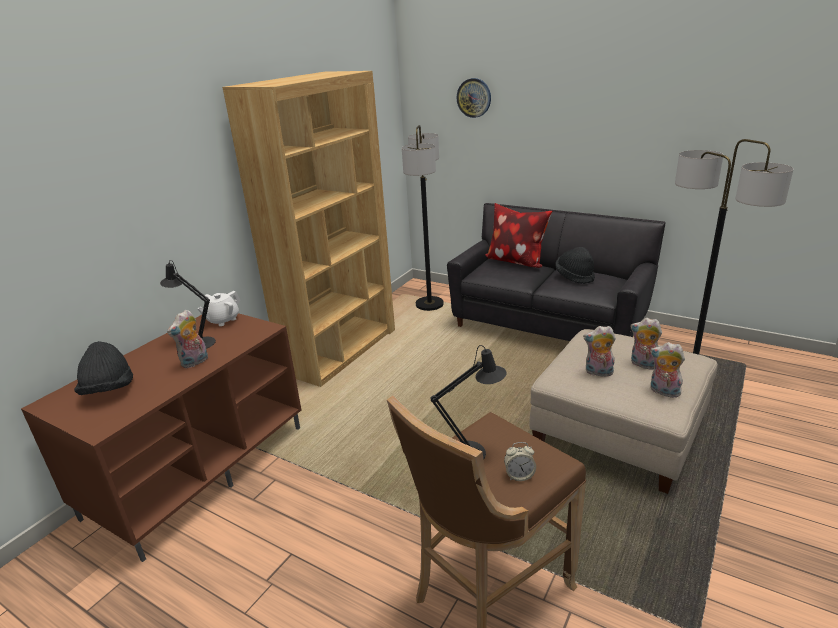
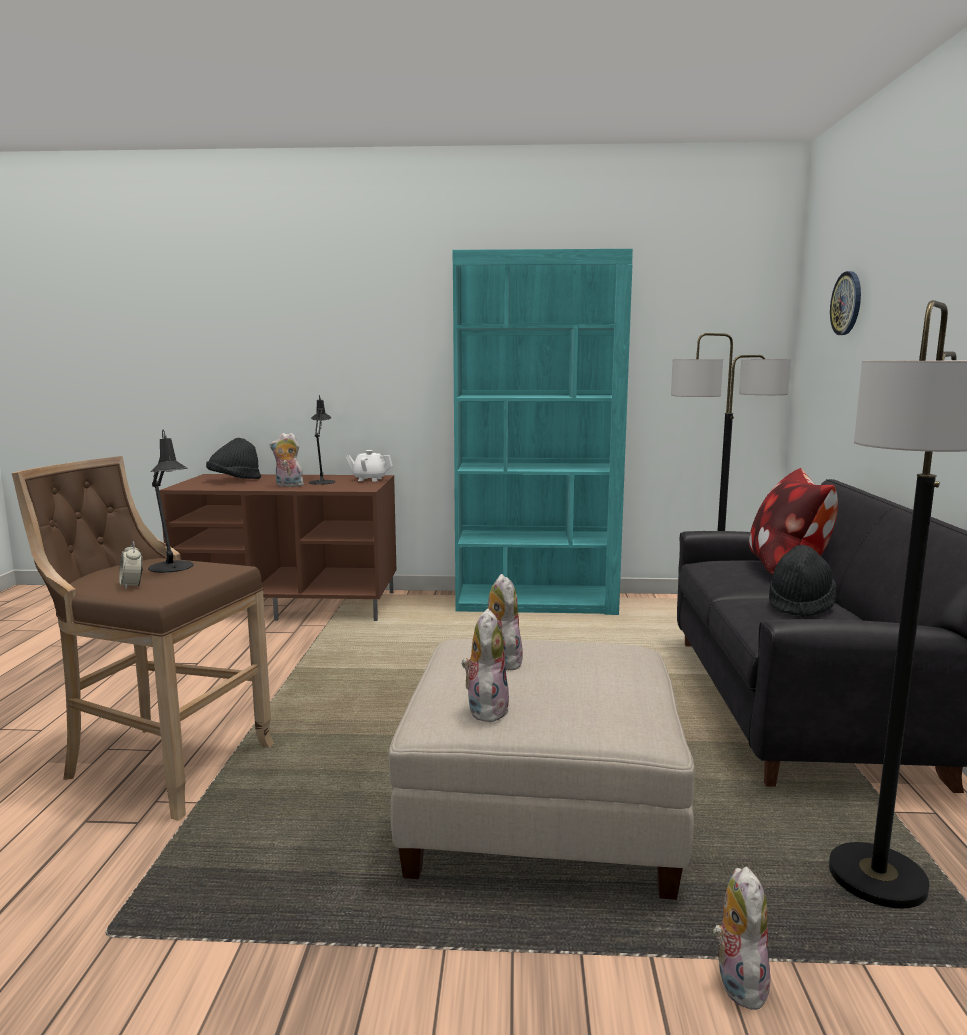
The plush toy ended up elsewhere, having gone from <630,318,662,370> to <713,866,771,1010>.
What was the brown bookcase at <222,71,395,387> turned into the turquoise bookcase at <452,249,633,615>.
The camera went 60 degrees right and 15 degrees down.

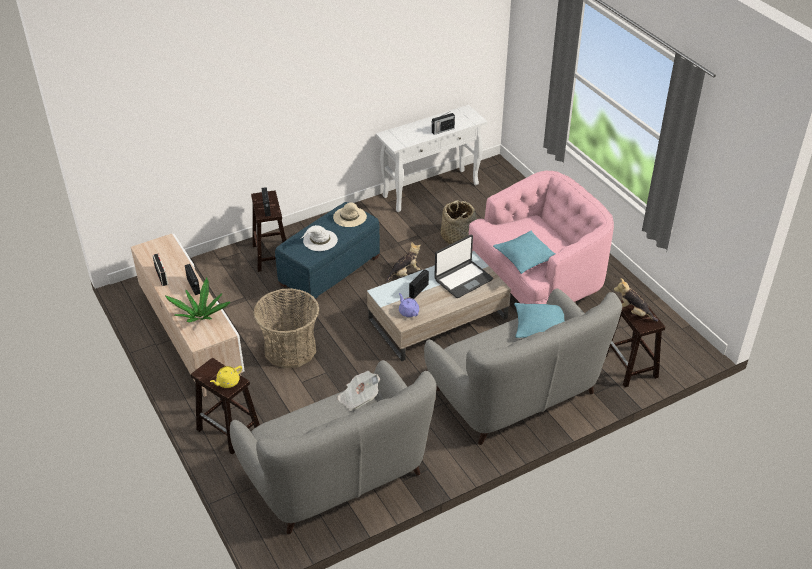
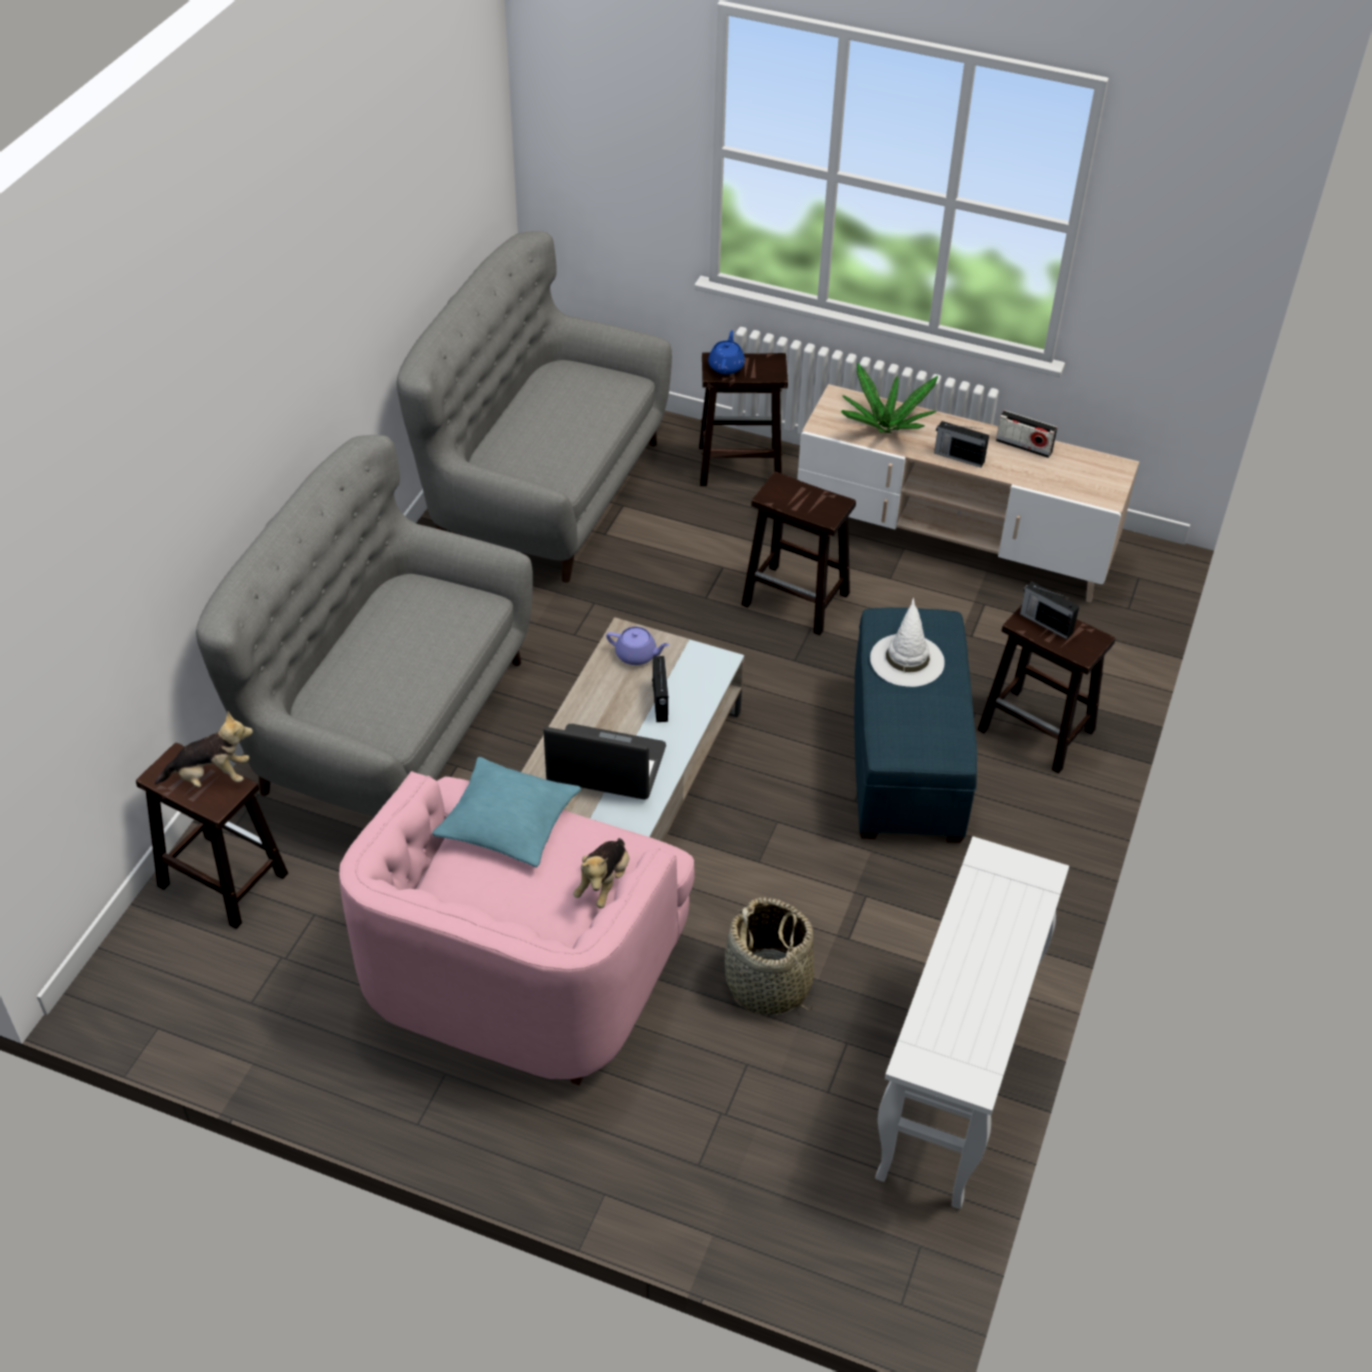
The second view lost the beige hat at <333,203,367,227>.
The second view lost the newspaper at <338,371,380,411>.
The second view lost the radio at <432,112,455,135>.
The second view lost the turquoise pillow at <514,303,564,338>.
The plush toy ended up elsewhere, having gone from <386,242,420,282> to <573,838,629,908>.
Where the basket stood at <253,289,319,368>, the brown stool came to stand at <741,472,856,635>.
What was the yellow teapot at <210,366,242,388> turned into the blue teapot at <708,330,745,375>.
The laptop at <434,234,493,298> ended up facing another way, 90 degrees clockwise from before.
The camera went 140 degrees right and 5 degrees up.

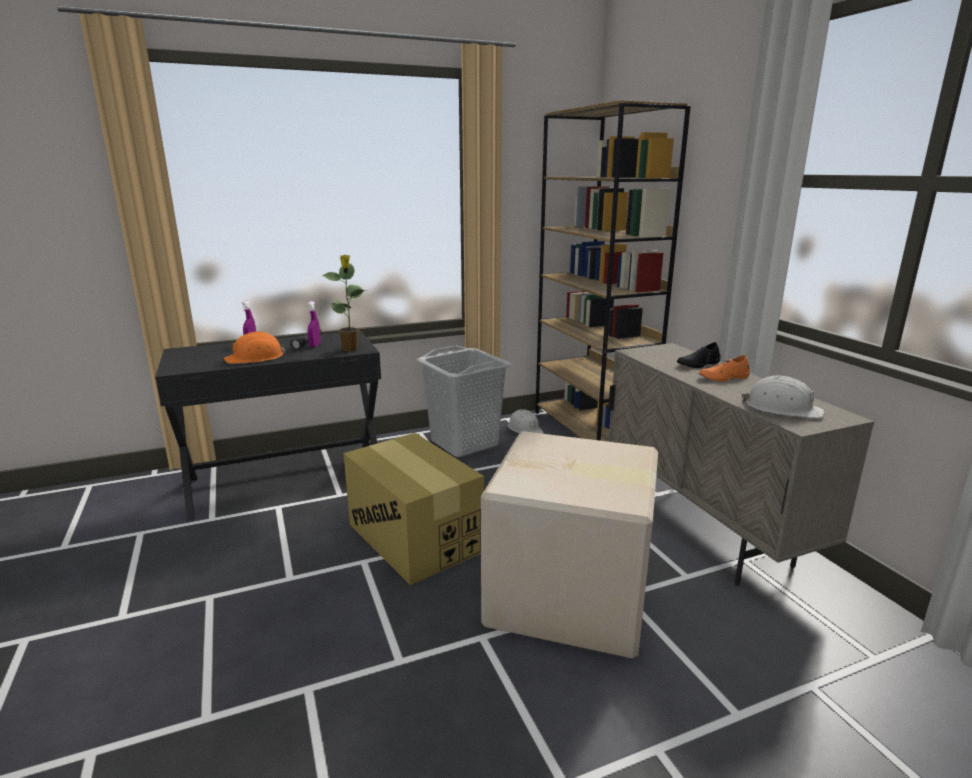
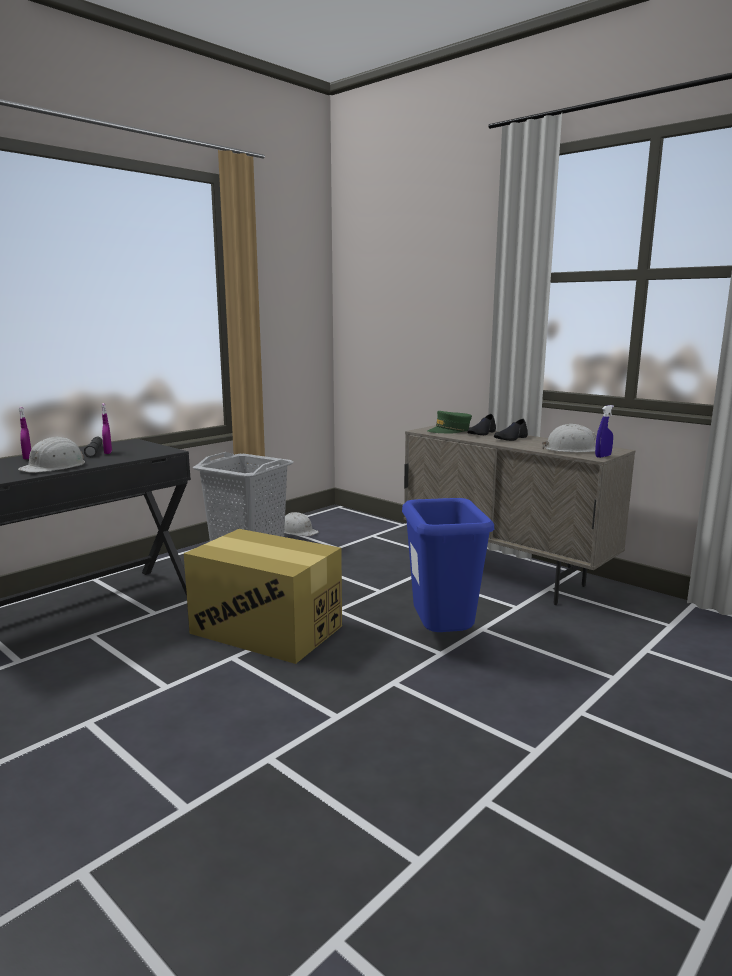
The second view lost the potted plant at <322,255,367,351>.
The second view lost the brown bookcase at <535,100,691,442>.
The second view gained the green cap at <428,411,472,433>.
The second view gained the blue spray bottle at <595,405,614,458>.
Where the cardboard box stood at <481,431,658,659>, the blue trash can came to stand at <402,498,494,632>.
What was the orange hard hat at <224,331,285,364> turned into the white hard hat at <18,437,85,473>.
What was the orange shoe at <699,355,750,382> turned into the black shoe at <494,419,528,441>.
The camera went 25 degrees left and 5 degrees down.

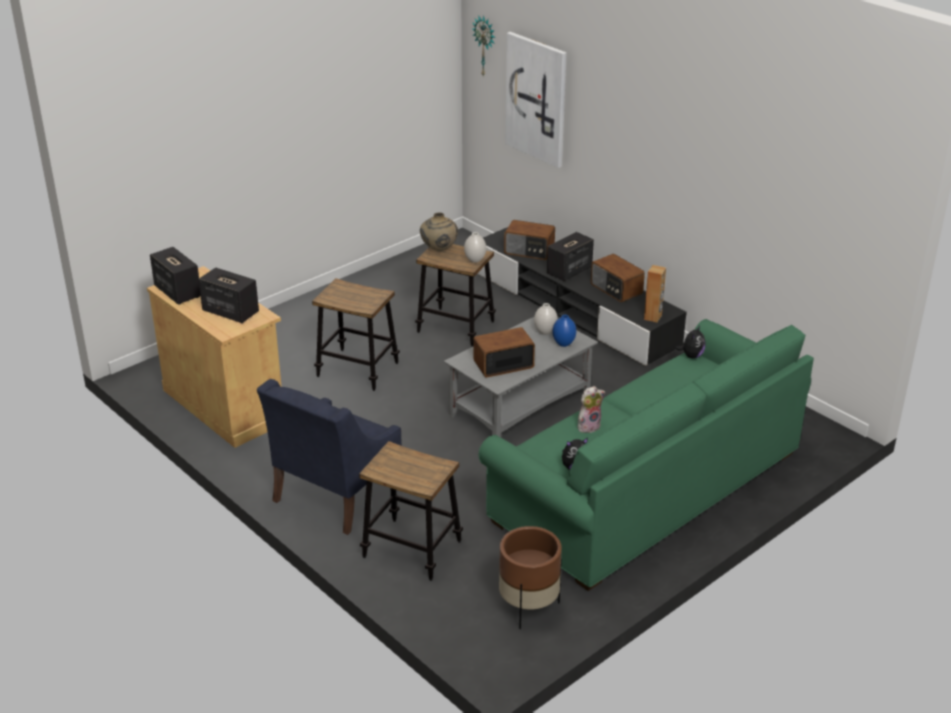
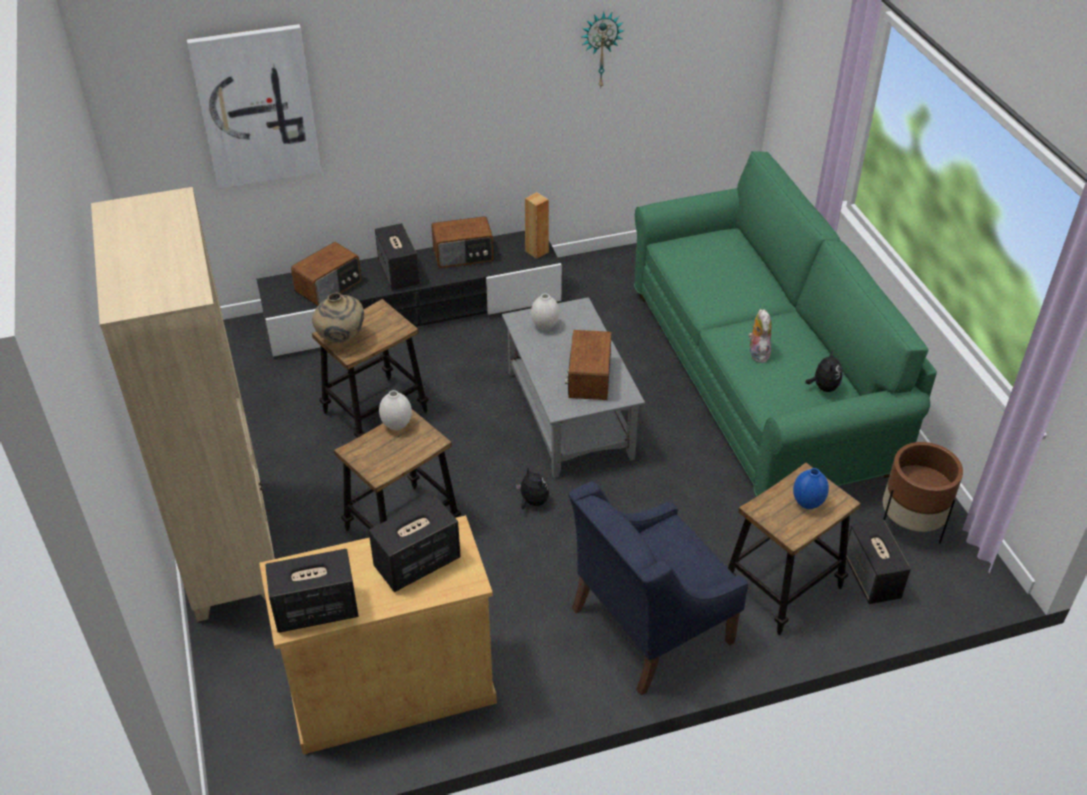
The second view gained the beige bookcase at <91,187,275,622>.
The second view gained the speaker at <846,519,911,604>.
The white vase ended up elsewhere, having gone from <464,232,486,263> to <379,390,412,430>.
The wall clock ended up elsewhere, having gone from <472,16,495,76> to <581,12,625,88>.
The blue vase ended up elsewhere, having gone from <553,315,576,347> to <793,468,829,509>.
The plush toy ended up elsewhere, having gone from <675,325,706,359> to <516,467,549,509>.
The blue armchair at <257,379,402,535> ended up facing another way, 90 degrees clockwise from before.
The camera went 65 degrees left and 10 degrees up.

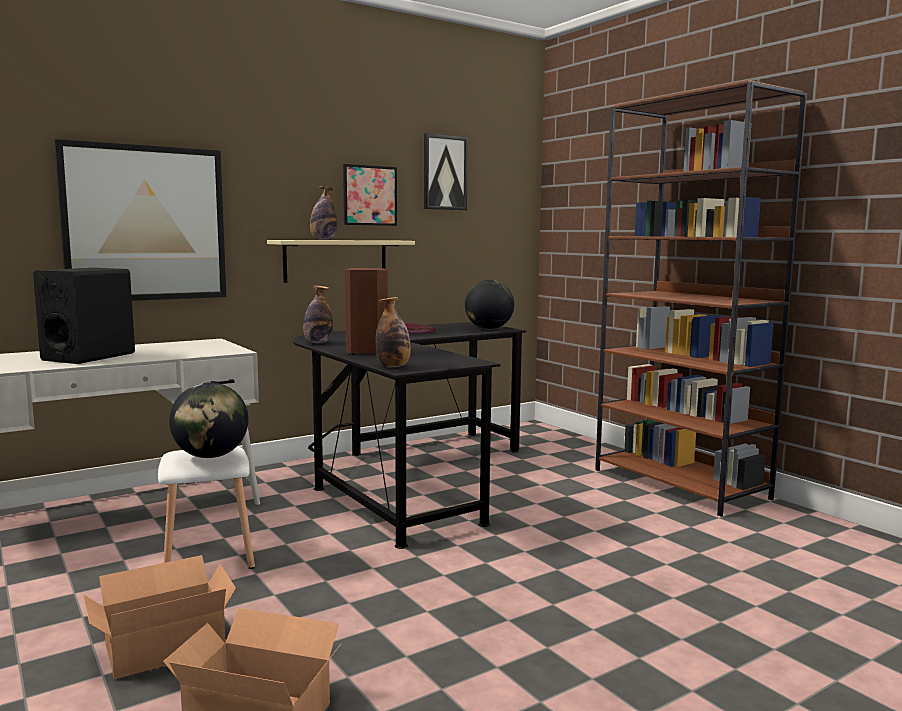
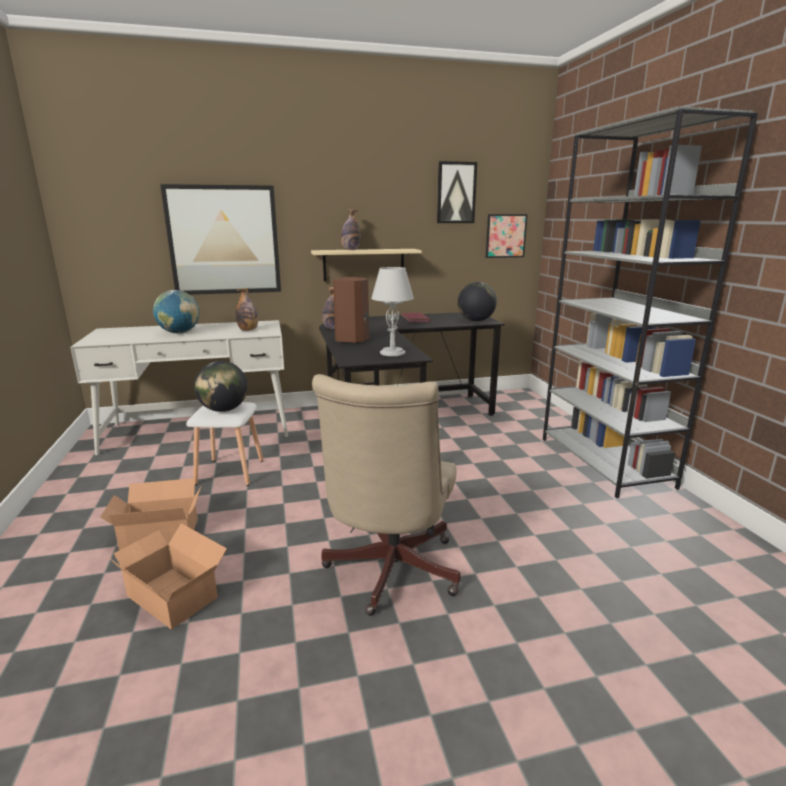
The second view gained the beige office chair at <312,374,461,616>.
The second view gained the grey table lamp at <371,267,414,356>.
The picture ended up elsewhere, having gone from <343,164,397,226> to <486,214,528,258>.
The bottle ended up elsewhere, having gone from <375,297,411,367> to <236,288,258,331>.
Where the black speaker stood at <33,268,135,364>, the globe came to stand at <153,290,199,333>.
What was the brown bookcase at <595,80,807,517> turned into the grey bookcase at <543,106,758,498>.
The camera went 20 degrees right and 10 degrees up.

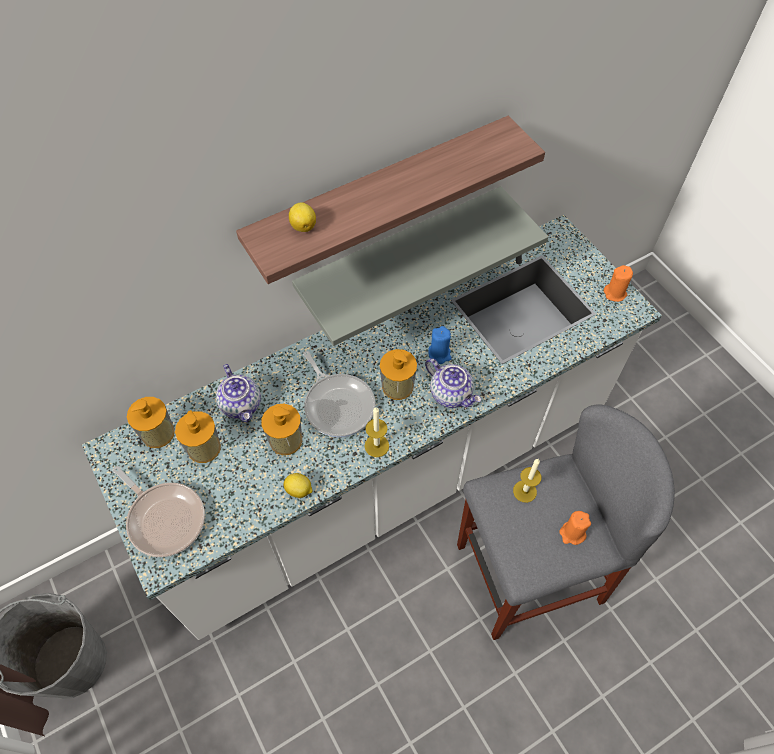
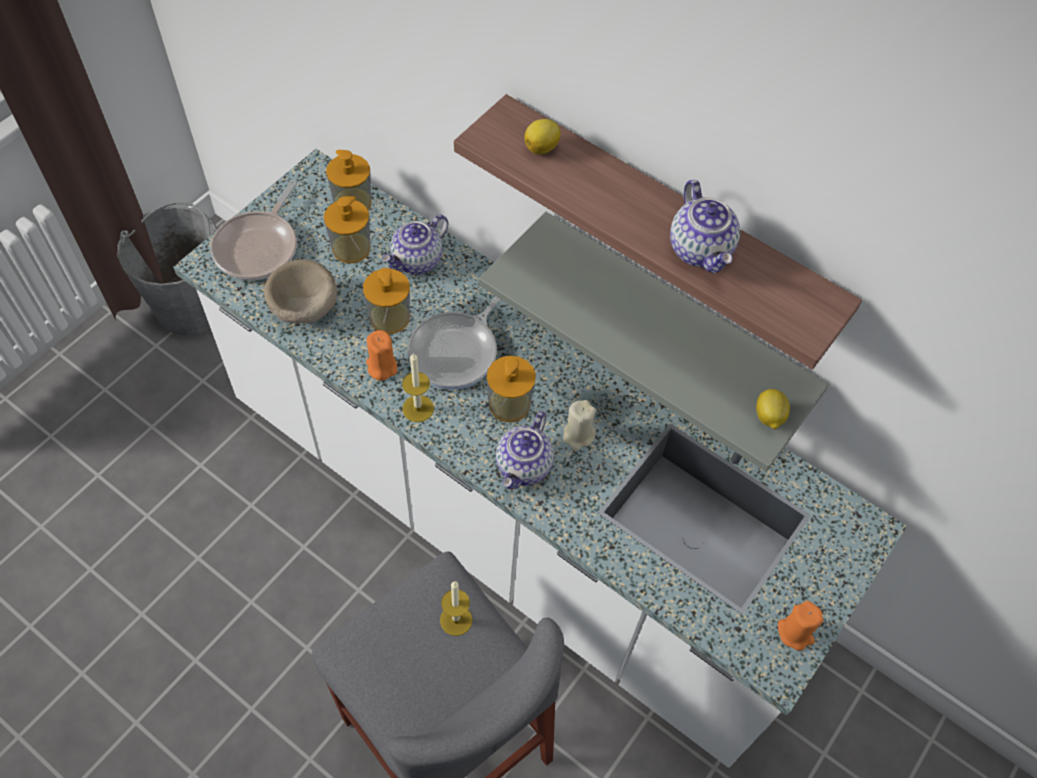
The second view gained the beige bowl at <264,259,337,324>.
The second view gained the teapot at <670,180,740,274>.
The lemon ended up elsewhere, having gone from <284,473,313,498> to <756,389,790,429>.
The orange candle ended up elsewhere, having gone from <560,511,591,545> to <366,330,397,381>.
What was the blue candle at <428,326,452,364> turned into the beige candle at <563,400,596,451>.
The camera went 65 degrees right and 0 degrees up.

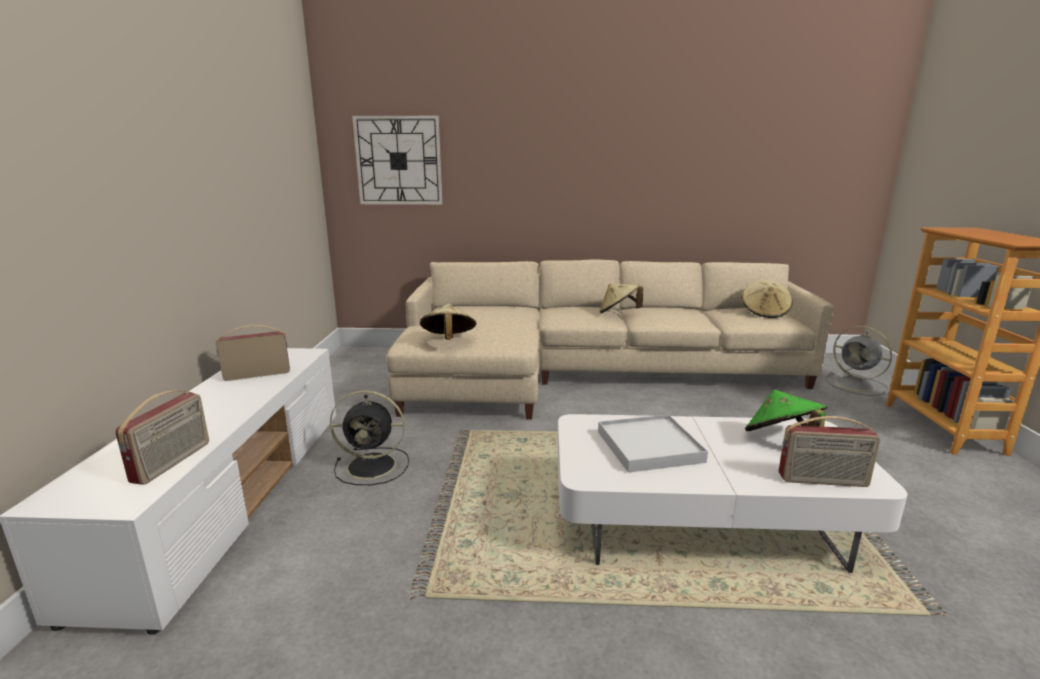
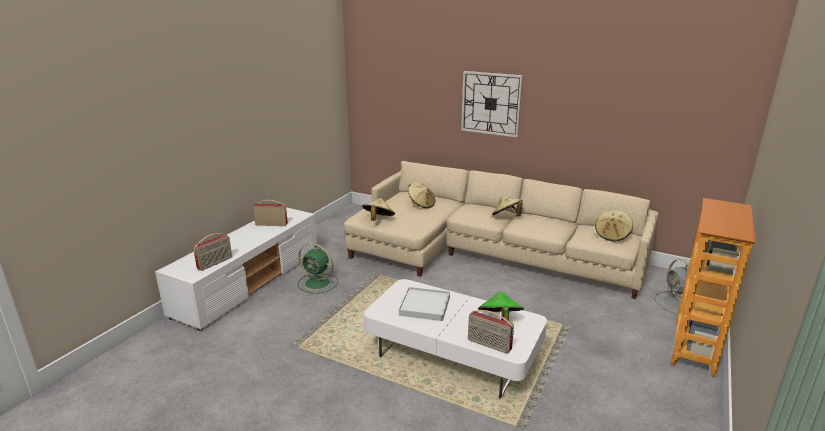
The second view gained the beige hat at <408,183,435,208>.
The wall clock ended up elsewhere, having gone from <352,116,442,205> to <461,71,523,137>.
What was the black fan at <330,390,409,485> turned into the green fan at <298,243,338,294>.
The camera went 25 degrees right and 5 degrees up.

